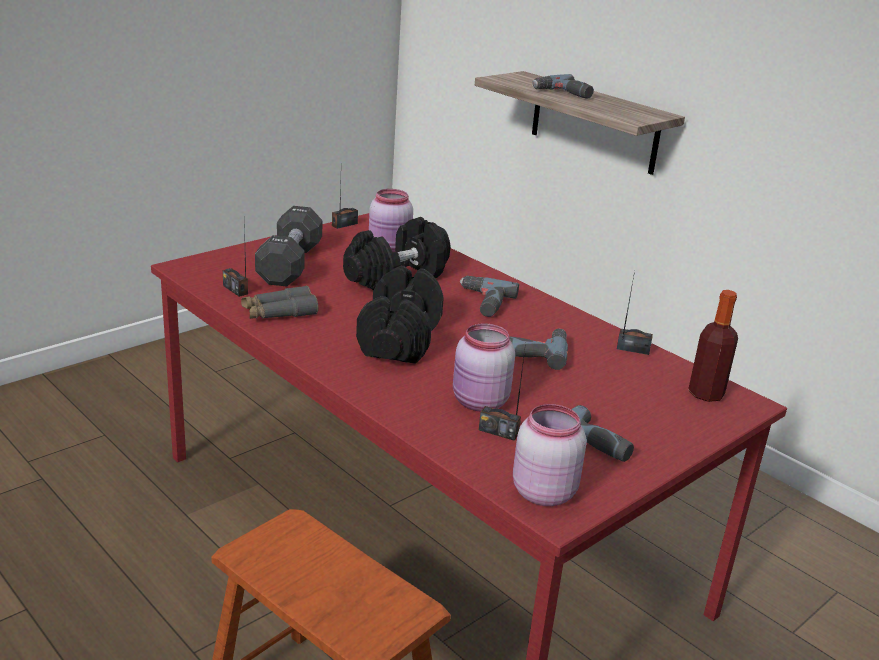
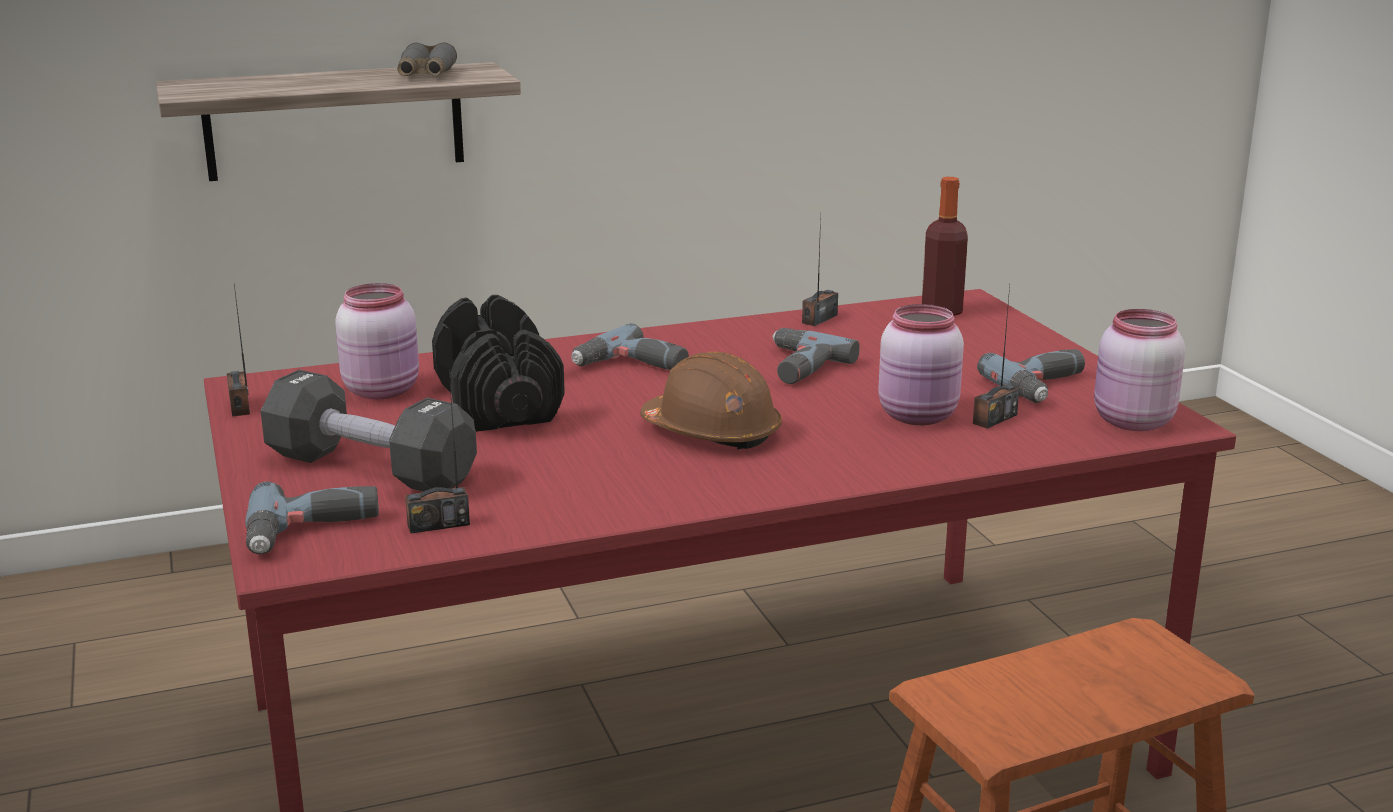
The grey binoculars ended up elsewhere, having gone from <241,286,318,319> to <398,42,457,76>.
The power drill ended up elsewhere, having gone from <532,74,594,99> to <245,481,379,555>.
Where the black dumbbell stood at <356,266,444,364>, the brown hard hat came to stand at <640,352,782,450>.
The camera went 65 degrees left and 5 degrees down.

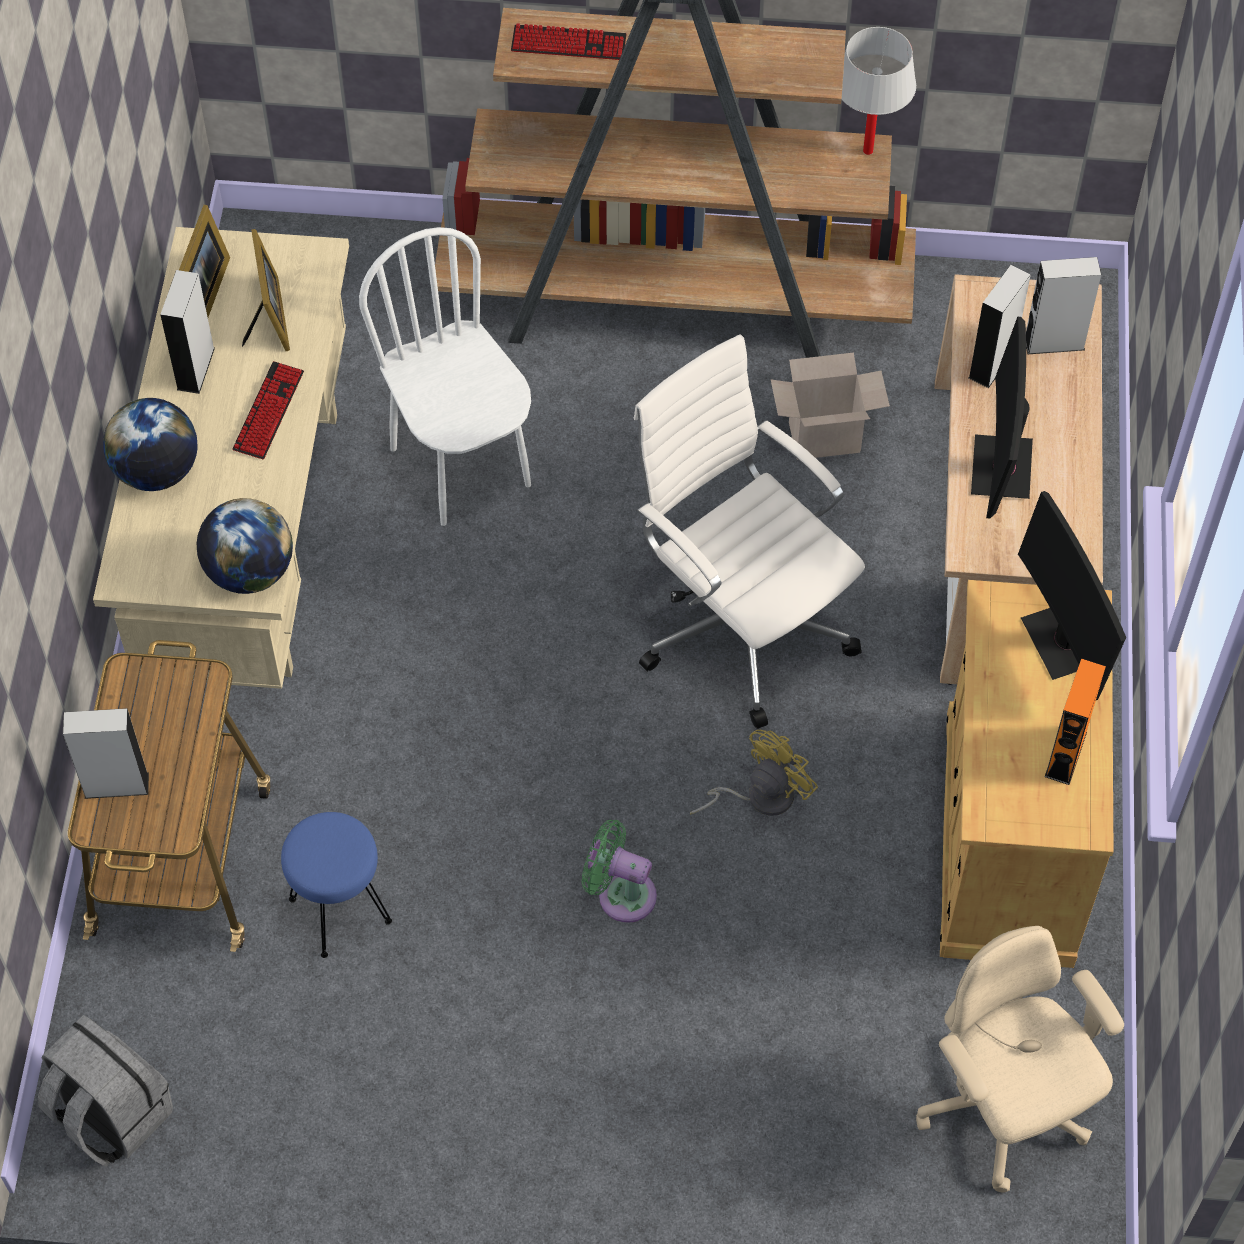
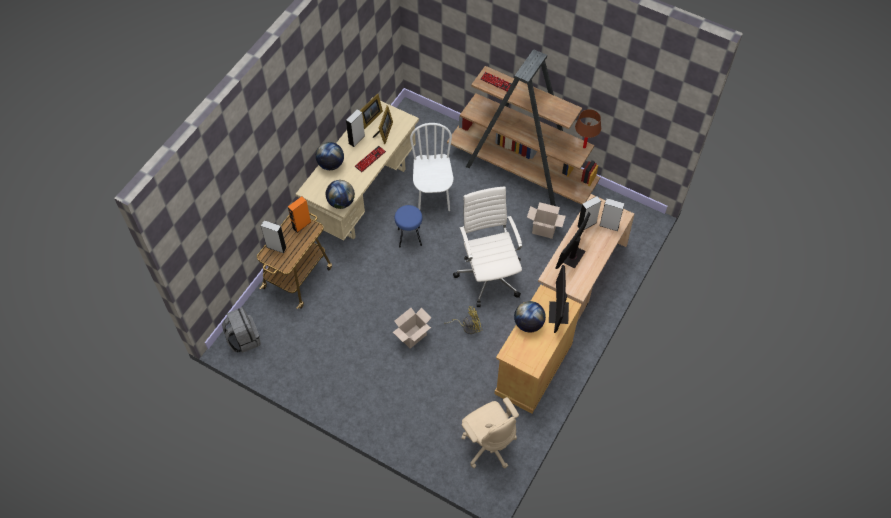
The second view gained the globe at <514,301,546,332>.
The blue stool ended up elsewhere, having gone from <281,812,392,958> to <395,205,422,247>.
The orange speaker ended up elsewhere, having gone from <1044,658,1106,785> to <288,196,311,233>.
Where the green fan stood at <582,820,657,922>, the cardboard box came to stand at <393,308,432,349>.
What was the white table lamp at <842,27,916,155> turned into the brown table lamp at <575,109,601,149>.
The beige office chair at <916,926,1124,1192> ended up facing another way, 150 degrees clockwise from before.
The camera went 25 degrees right and 0 degrees up.

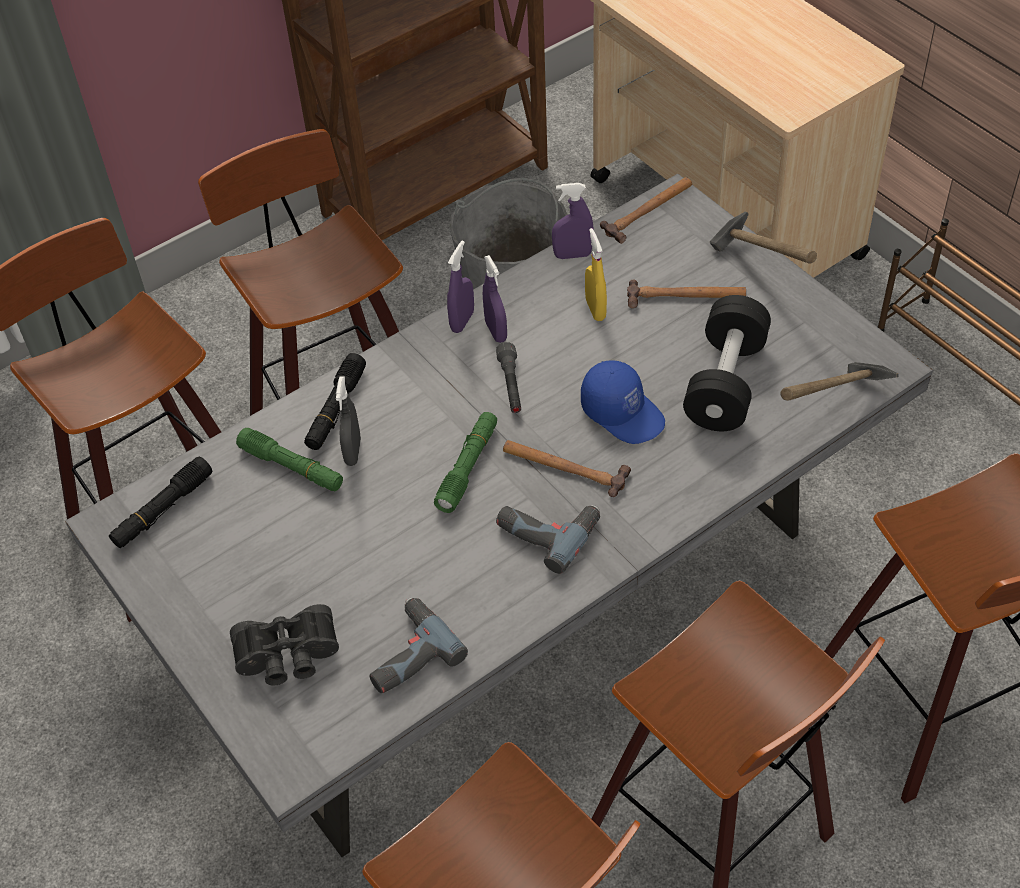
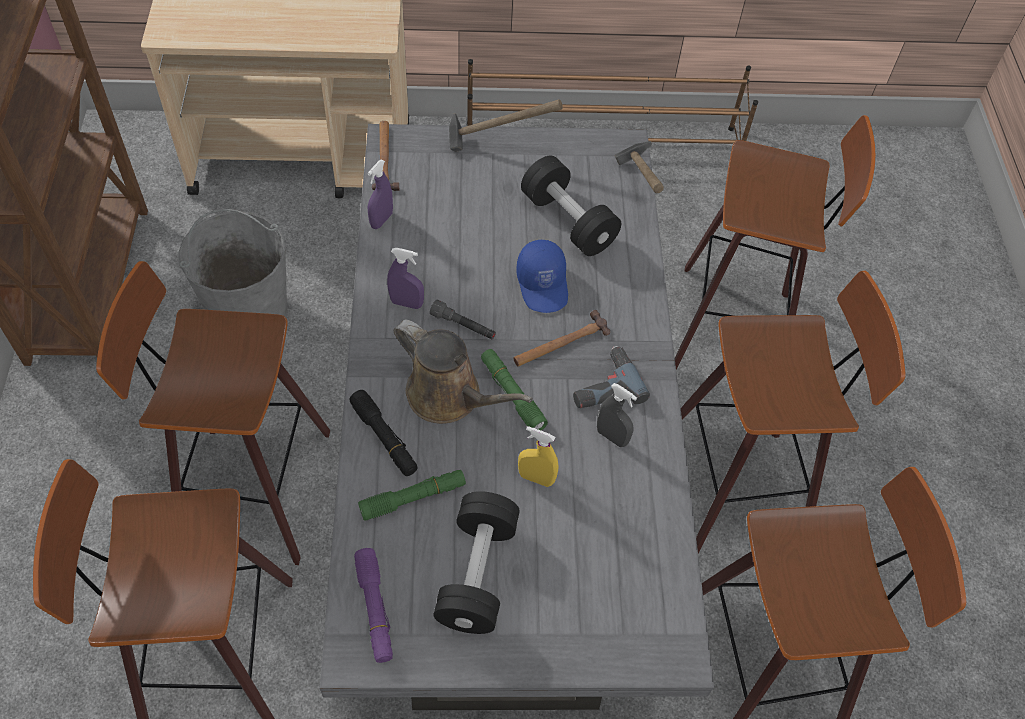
The second view lost the black binoculars at <230,604,339,686>.
The second view lost the power drill at <369,598,468,693>.
The second view lost the purple spray bottle at <447,241,474,333>.
The second view lost the hammer at <627,280,746,308>.
The second view gained the brown watering can at <394,320,533,424>.
The second view gained the black dumbbell at <434,491,520,634>.
The grey spray bottle ended up elsewhere, having gone from <336,376,361,466> to <597,383,637,447>.
The yellow spray bottle ended up elsewhere, having gone from <585,228,607,321> to <518,426,558,487>.
What was the black flashlight at <109,456,212,548> turned into the purple flashlight at <354,548,393,663>.
The blue cap at <581,360,665,444> ended up facing another way, 90 degrees clockwise from before.
The camera went 60 degrees left and 5 degrees up.

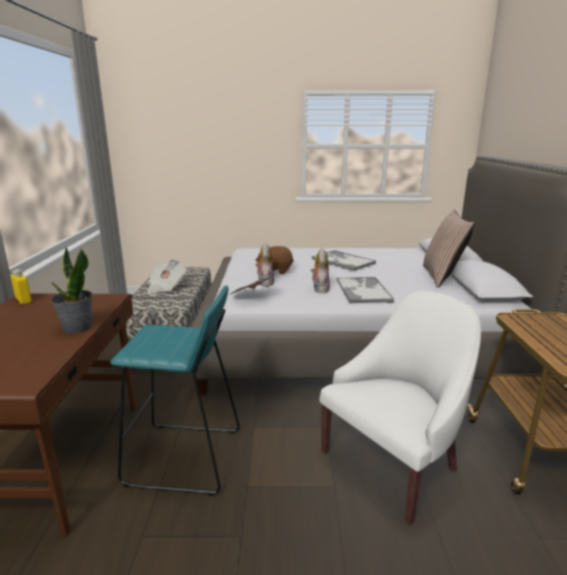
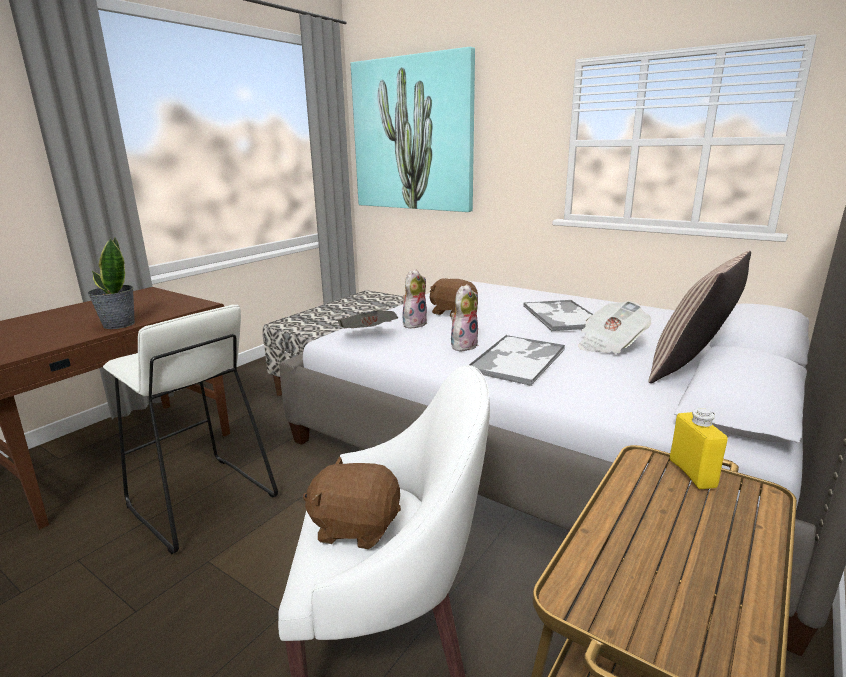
The second view gained the brown plush toy at <303,456,401,549>.
The second view gained the picture at <350,47,475,212>.
The yellow bottle ended up elsewhere, having gone from <10,269,32,304> to <669,408,728,489>.
The newspaper ended up elsewhere, having gone from <147,259,186,293> to <578,301,651,354>.
What was the turquoise stool at <110,285,240,496> turned into the white stool at <103,305,278,554>.
The camera went 35 degrees right and 0 degrees up.

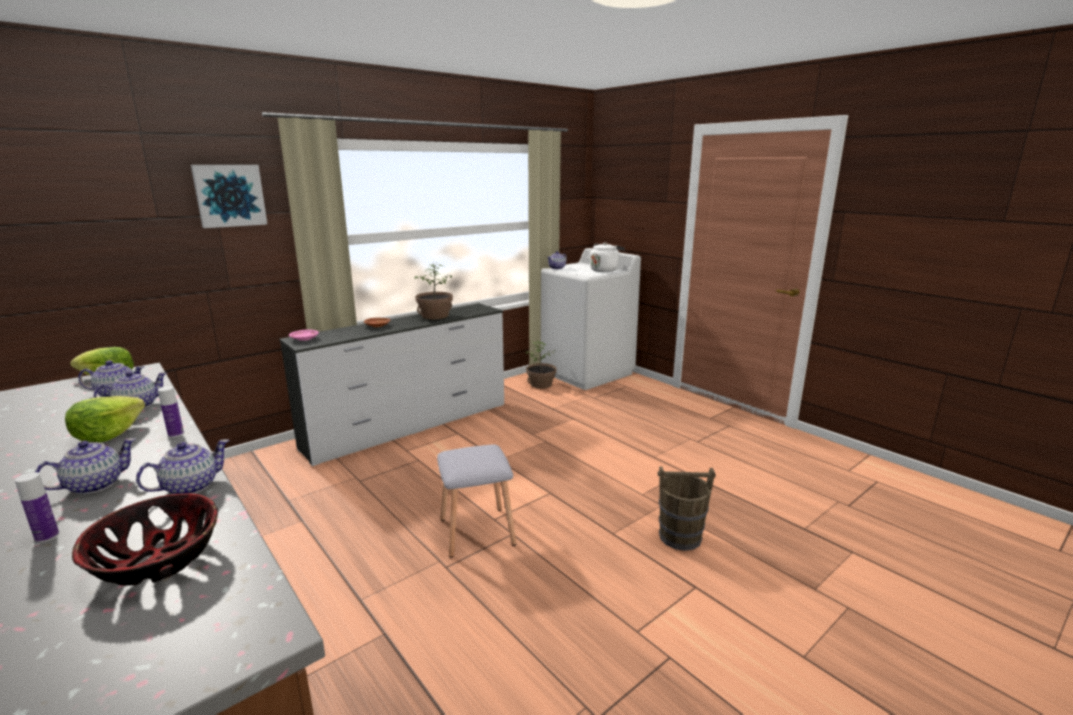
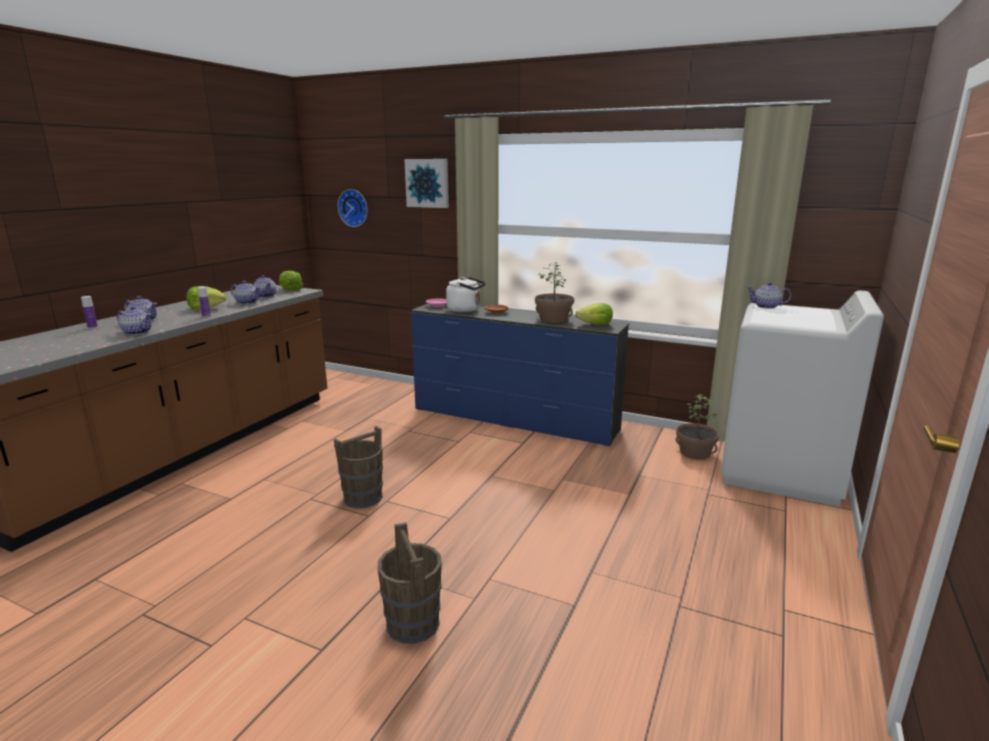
The second view lost the bowl at <72,493,218,586>.
The second view gained the wall clock at <338,189,368,227>.
The second view gained the lettuce at <575,303,613,325>.
The white kettle ended up elsewhere, having gone from <588,242,625,272> to <446,277,486,312>.
Where the grey stool stood at <437,444,517,558>, the brown bucket came to stand at <334,426,383,508>.
What was the white dresser at <279,303,504,466> turned into the blue dresser at <410,304,629,447>.
The camera went 65 degrees right and 0 degrees up.

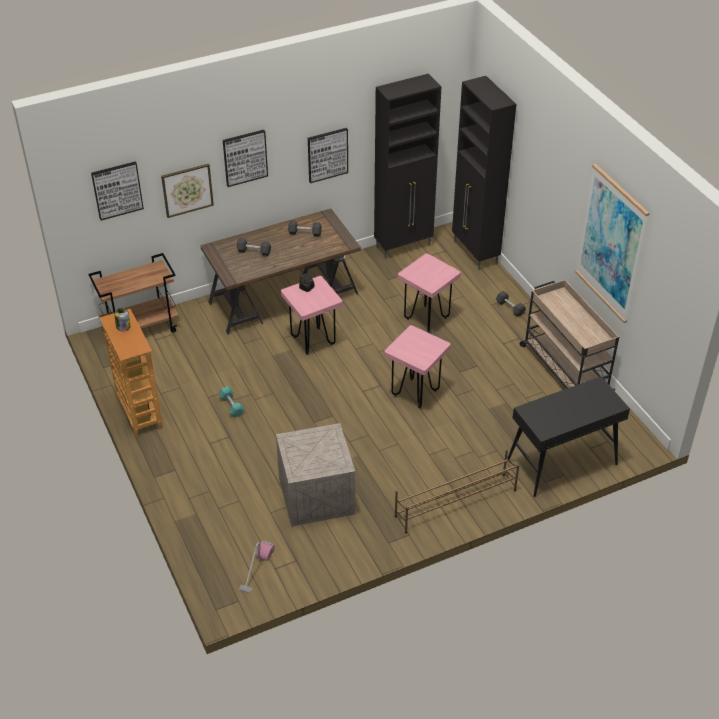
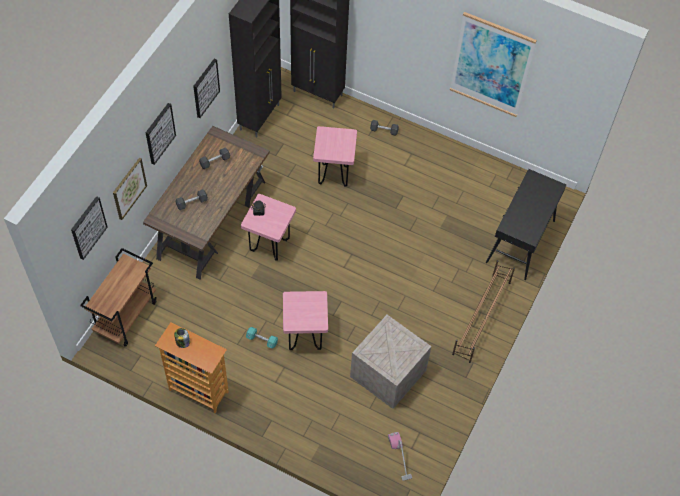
The second view lost the beige cart at <520,280,619,391>.
The pink stool ended up elsewhere, having gone from <384,325,451,408> to <283,291,328,350>.
The camera went 40 degrees left and 15 degrees up.

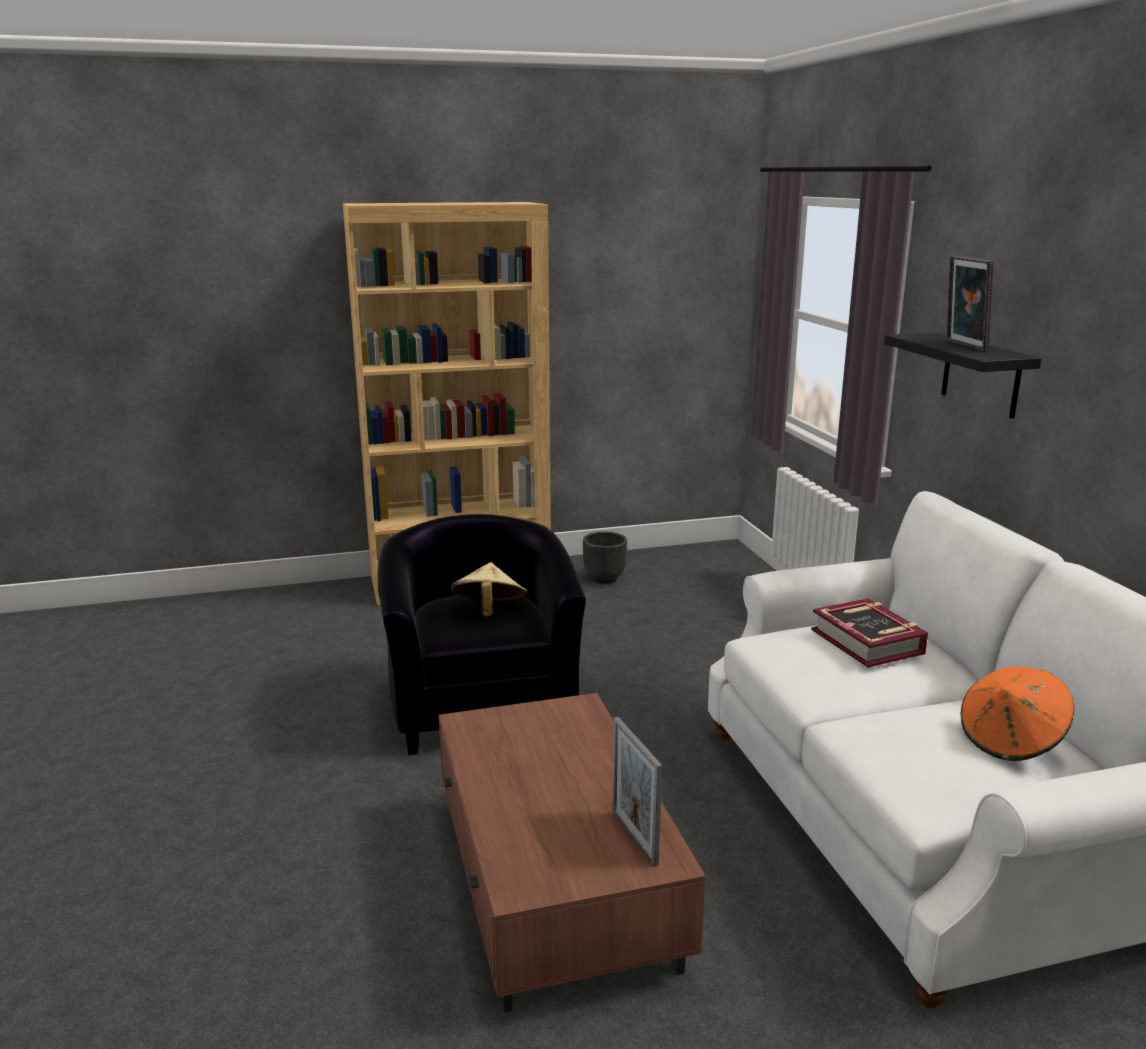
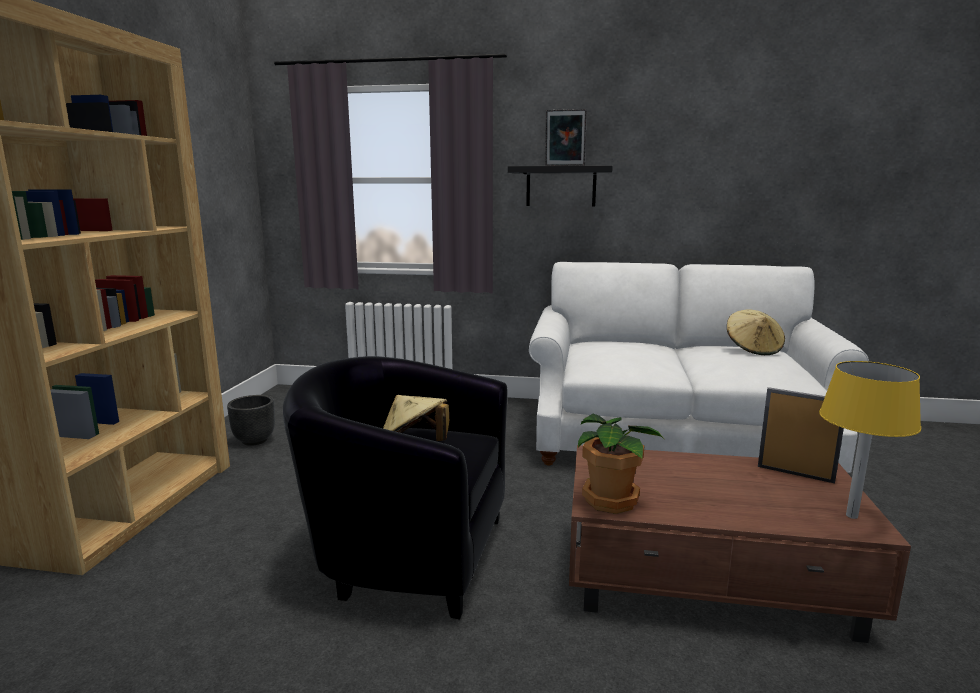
The second view lost the book at <811,598,928,668>.
The second view gained the potted plant at <578,414,664,514>.
The second view gained the yellow table lamp at <819,361,921,519>.
What was the orange hat at <960,666,1074,761> turned into the beige hat at <727,310,785,355>.
The picture frame at <612,717,662,867> ended up facing another way, 150 degrees counterclockwise from before.
The camera went 65 degrees left and 5 degrees down.

